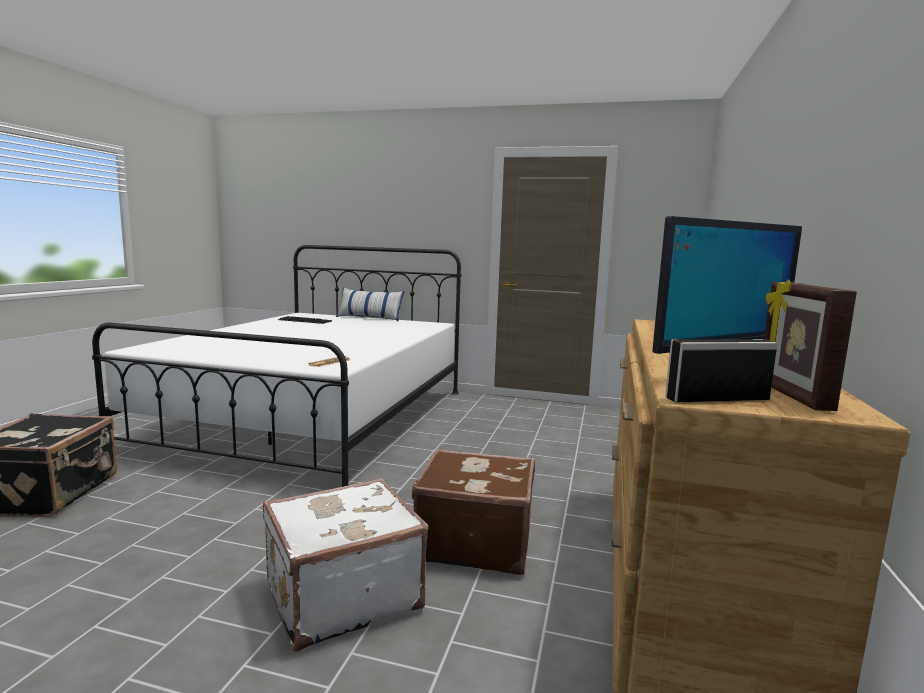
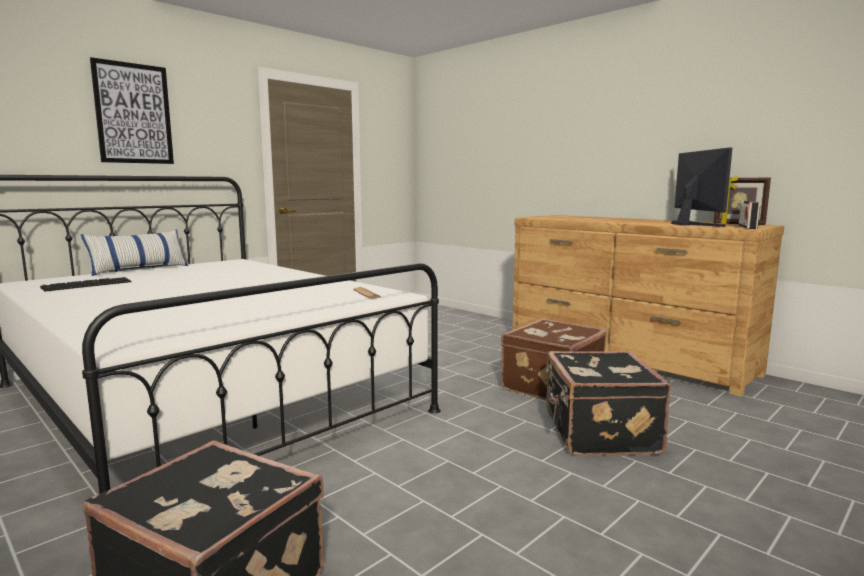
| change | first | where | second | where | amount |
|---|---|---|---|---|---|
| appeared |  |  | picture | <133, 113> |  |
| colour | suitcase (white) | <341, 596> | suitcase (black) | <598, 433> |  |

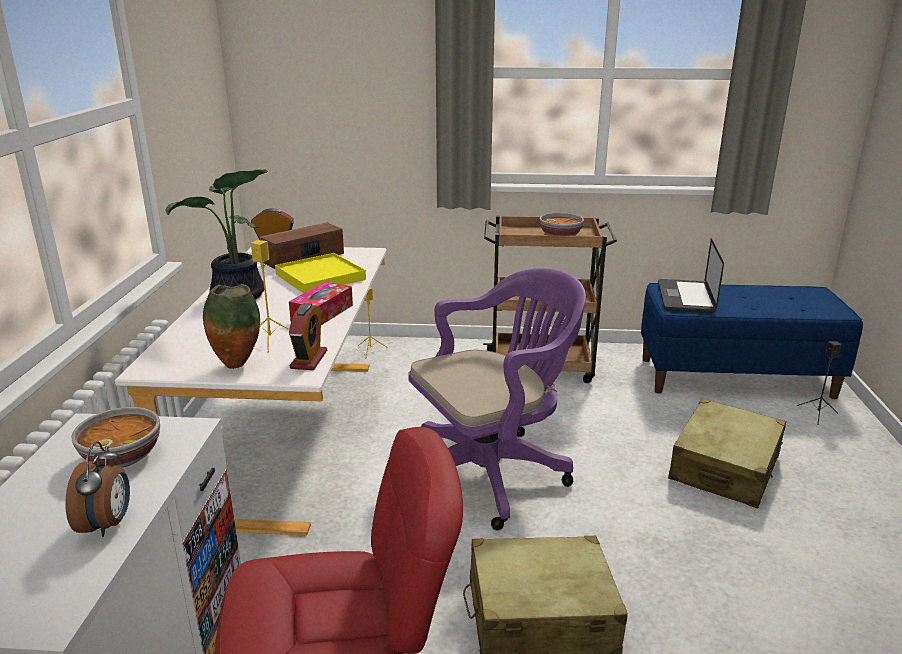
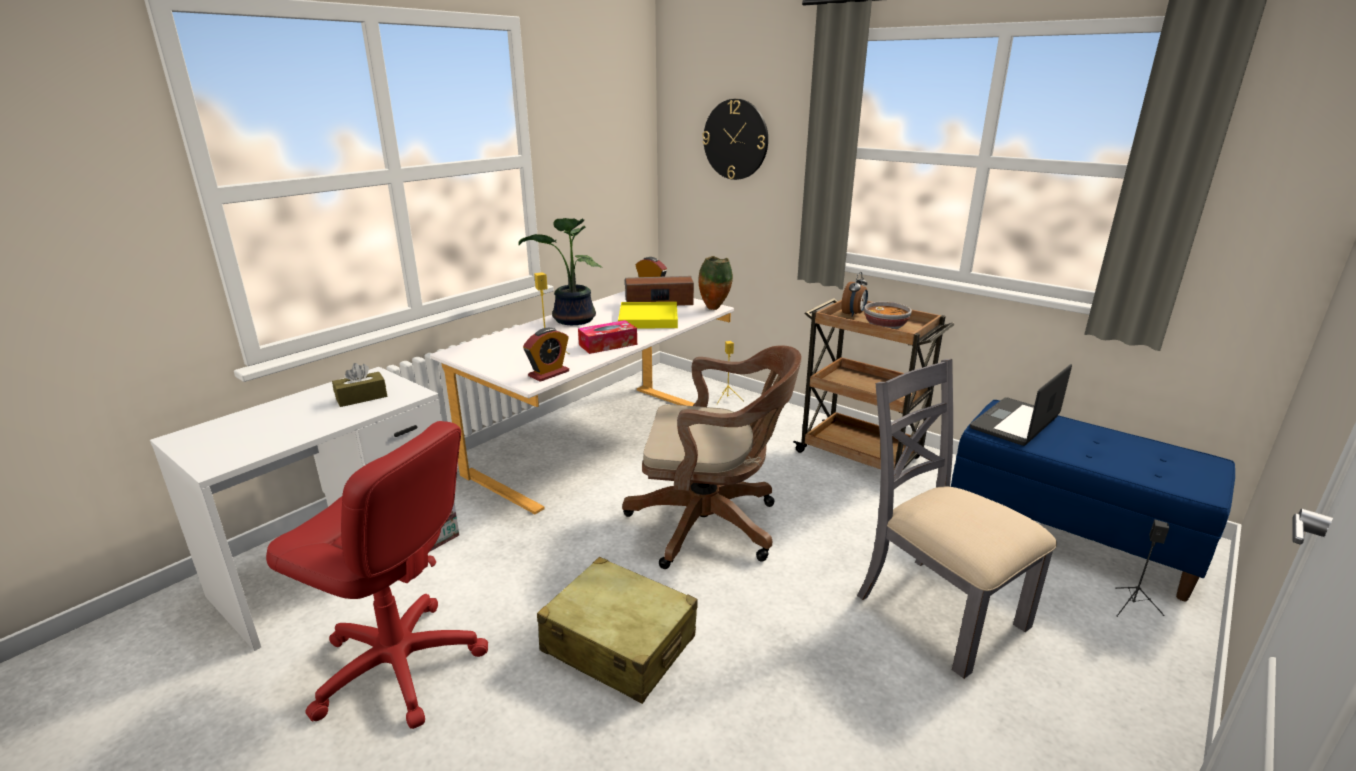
| change | first | where | second | where | amount |
|---|---|---|---|---|---|
| appeared |  |  | wall clock | <735, 139> |  |
| relocated | alarm clock | <108, 524> |  | <853, 314> |  |
| relocated | vase | <237, 365> |  | <714, 308> |  |
| exchanged | bowl | <123, 456> | tissue box (brown) | <361, 397> |  |
| exchanged | suitcase (beige) | <725, 468> | chair (grey) | <938, 610> |  |
| colour | office chair (purple) | <492, 472> | office chair (brown) | <712, 525> |  |

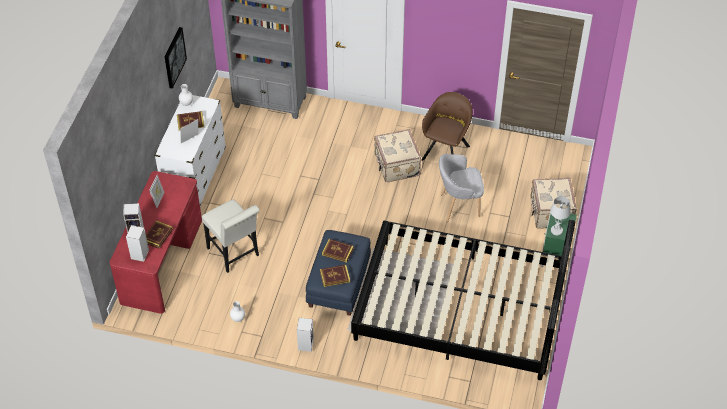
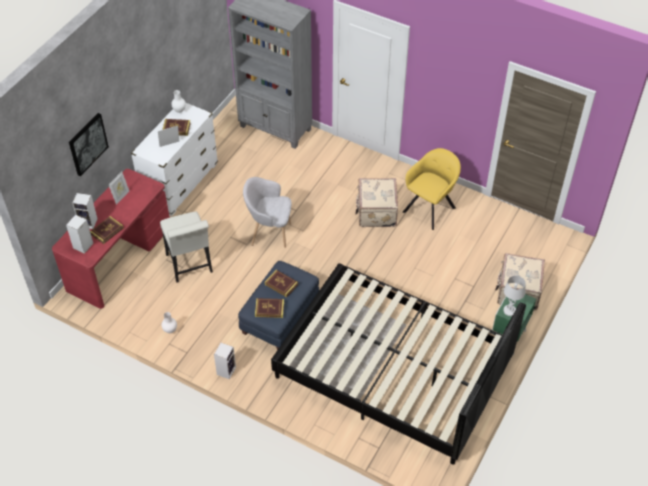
| change | first | where | second | where | amount |
|---|---|---|---|---|---|
| relocated | picture | <174, 57> |  | <87, 144> |  |
| relocated | armchair (grey) | <458, 206> |  | <269, 233> |  |
| colour | armchair (brown) | <446, 151> | armchair (yellow) | <430, 208> |  |

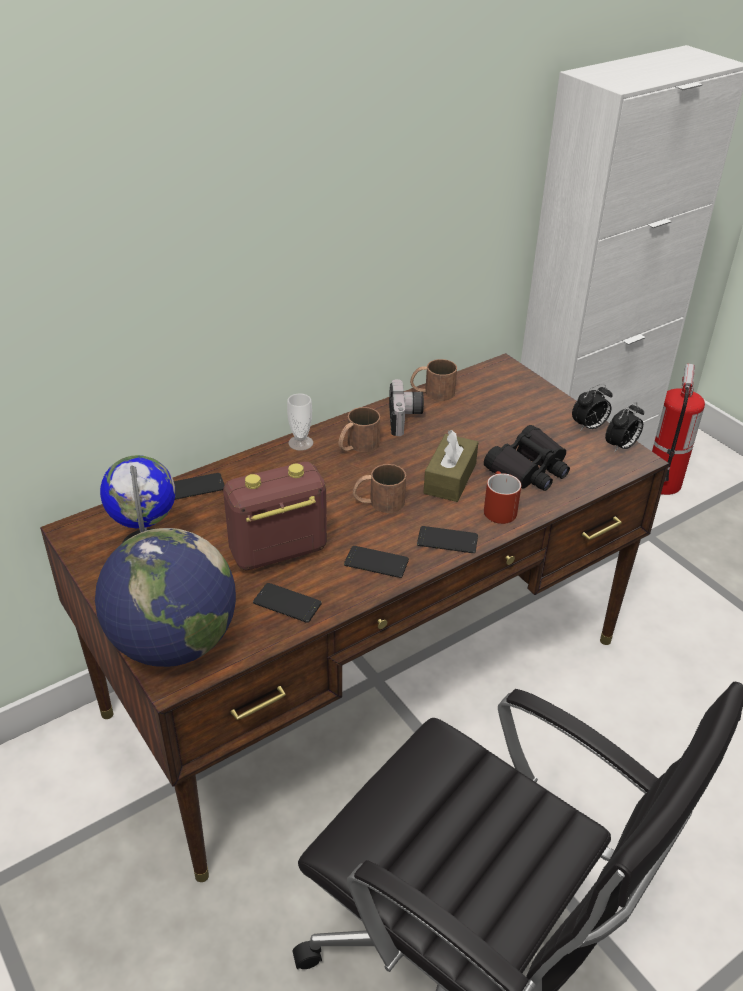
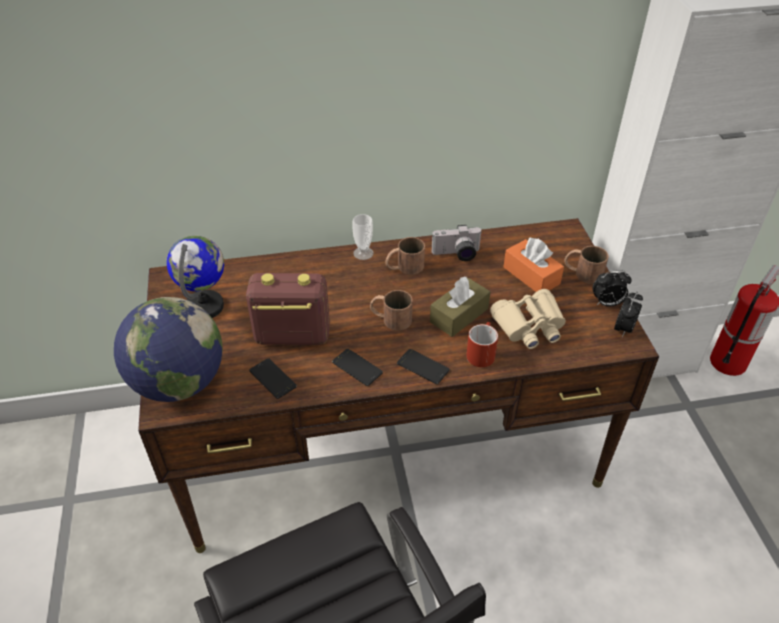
| change | first | where | second | where | amount |
|---|---|---|---|---|---|
| missing | phone | <195, 487> |  |  |  |
| appeared |  |  | tissue box (orange) | <531, 275> |  |
| relocated | mug (brown) | <432, 392> |  | <582, 273> |  |
| colour | binoculars (black) | <528, 469> | binoculars (beige) | <529, 326> |  |
| spun | photo camera | <406, 419> |  | <457, 255> | 60 degrees clockwise |
| spun | alarm clock | <621, 447> |  | <624, 329> | 45 degrees counterclockwise |

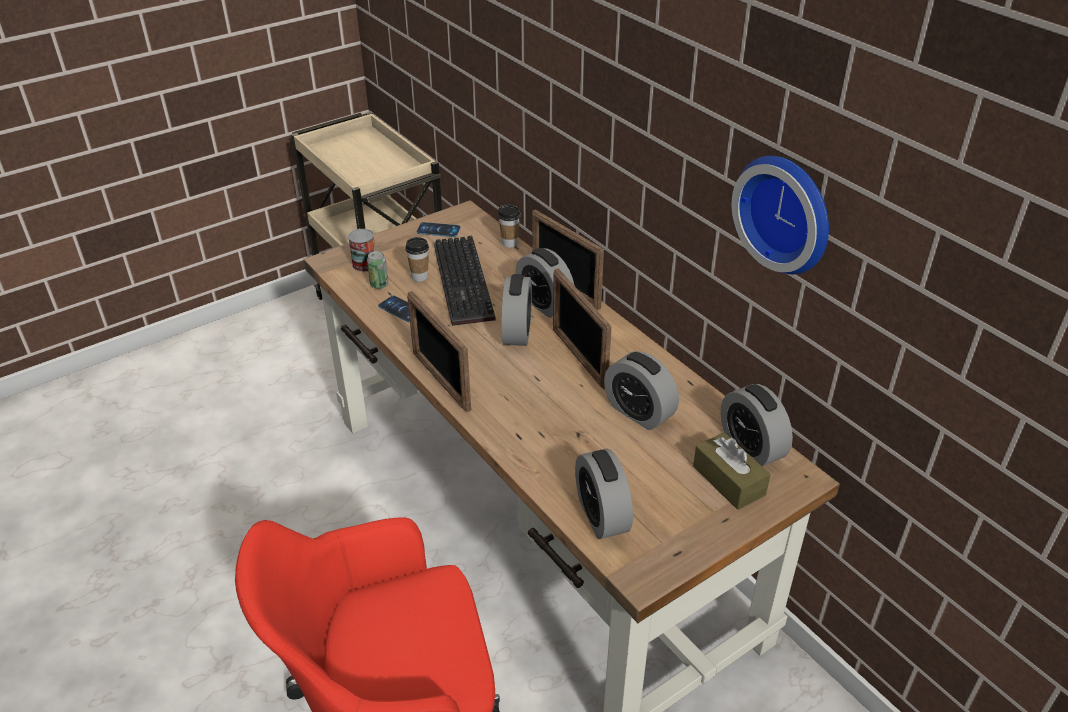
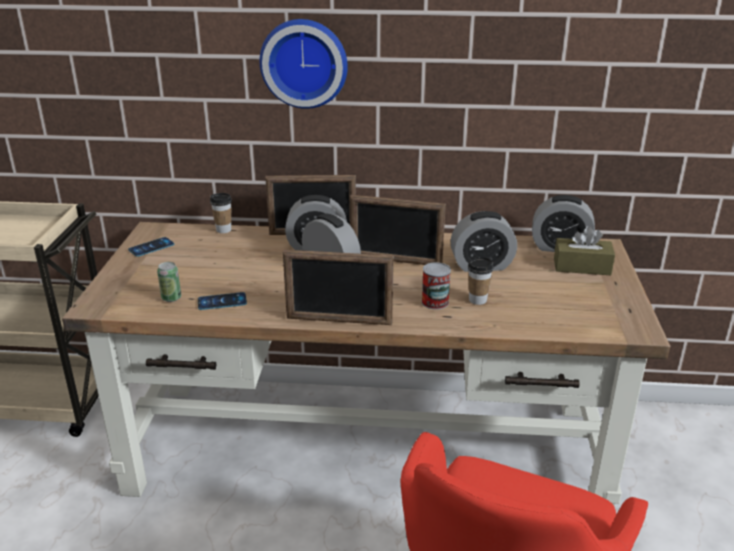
| change | first | where | second | where | amount |
|---|---|---|---|---|---|
| missing | keyboard | <466, 283> |  |  |  |
| missing | alarm clock | <601, 515> |  |  |  |
| relocated | can | <364, 265> |  | <435, 302> |  |
| relocated | cup | <419, 277> |  | <477, 300> |  |
| relocated | wall clock | <787, 212> |  | <304, 62> |  |

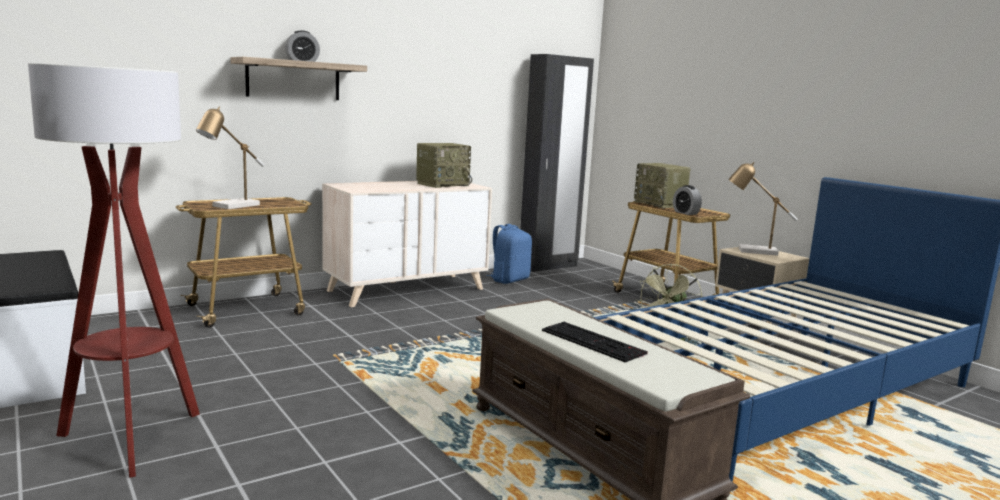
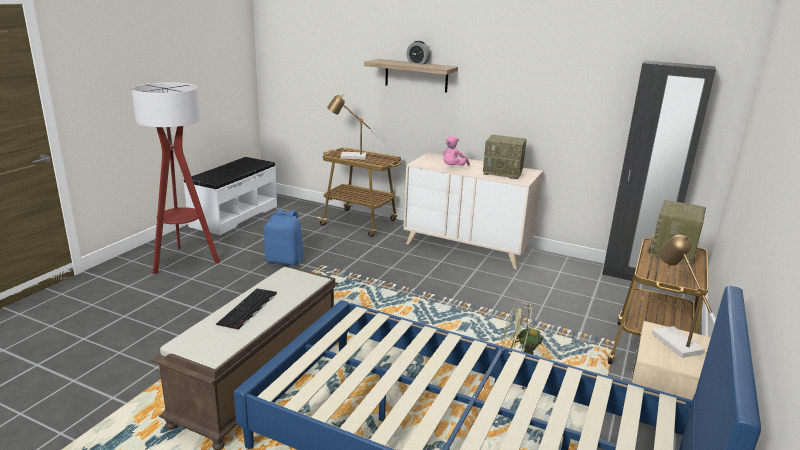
| change | first | where | second | where | amount |
|---|---|---|---|---|---|
| missing | alarm clock | <685, 213> |  |  |  |
| appeared |  |  | plush toy (pink) | <453, 168> |  |
| relocated | backpack (blue) | <509, 280> |  | <285, 260> |  |

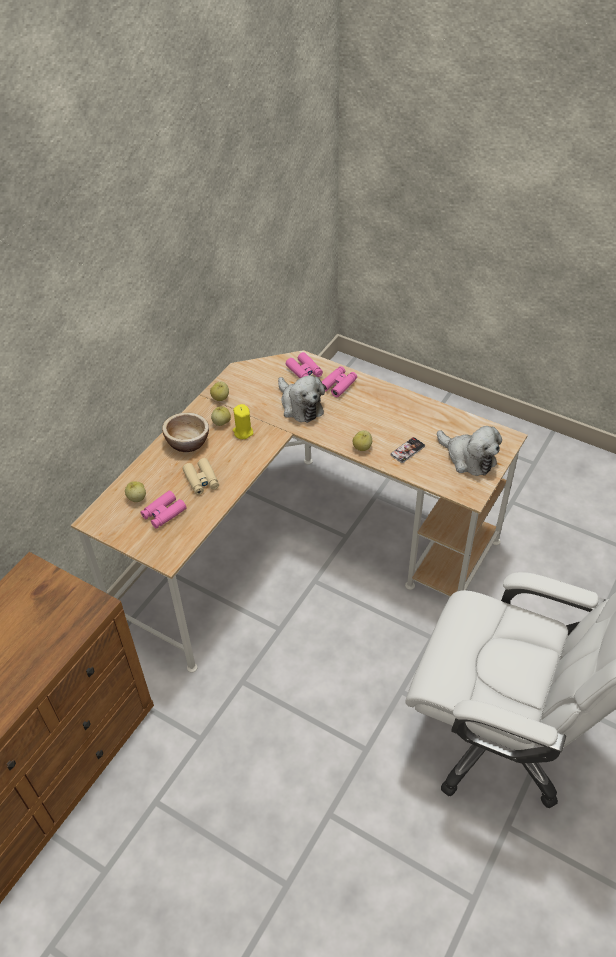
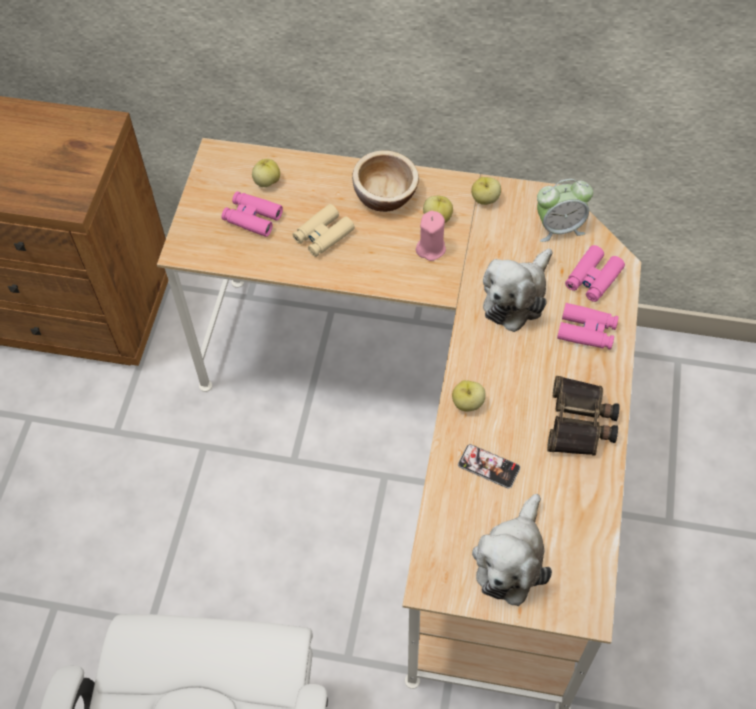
| change | first | where | second | where | amount |
|---|---|---|---|---|---|
| appeared |  |  | alarm clock | <559, 227> |  |
| appeared |  |  | binoculars | <581, 423> |  |
| colour | candle (yellow) | <243, 432> | candle (pink) | <431, 248> |  |

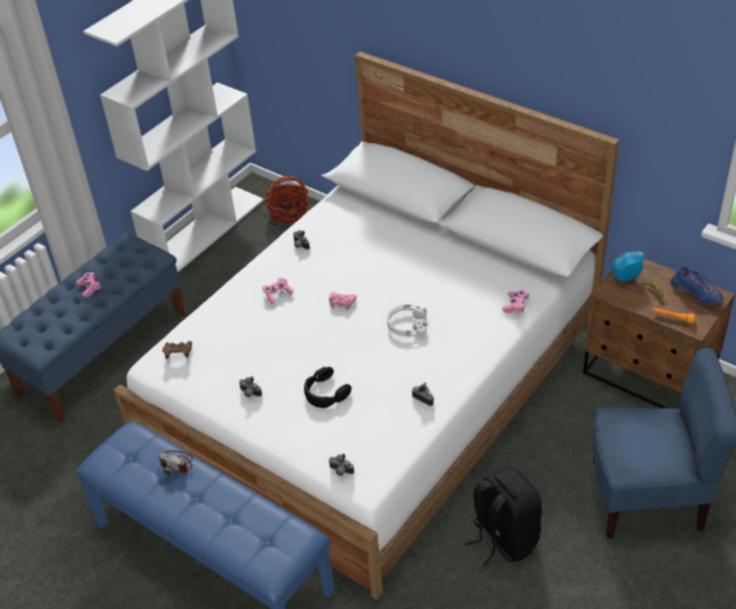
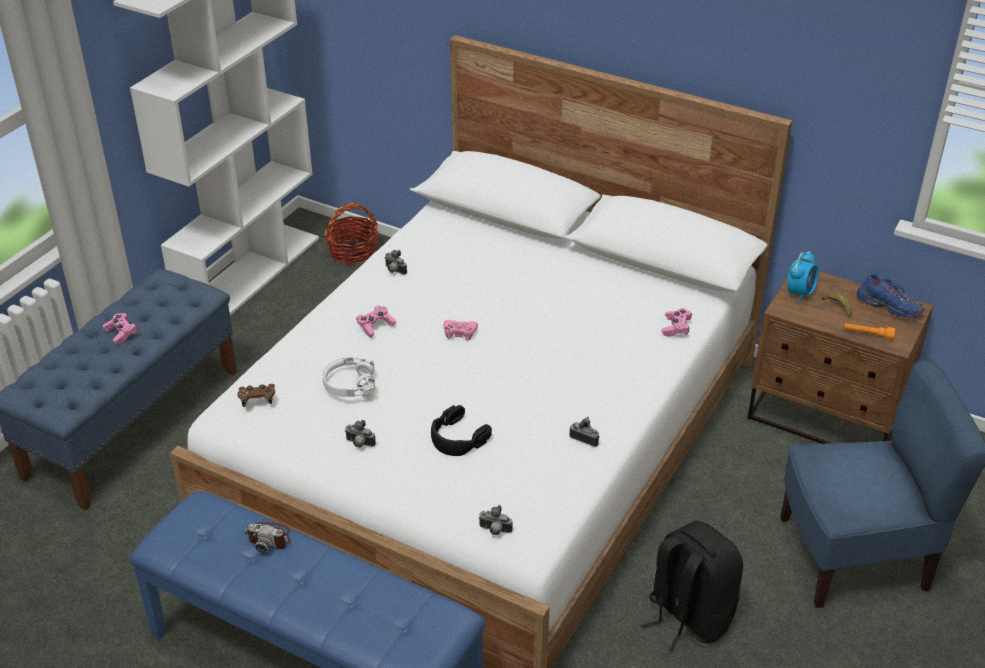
| change | first | where | second | where | amount |
|---|---|---|---|---|---|
| relocated | headphones (white) | <407, 325> |  | <349, 383> |  |
| spun | alarm clock | <624, 278> |  | <800, 293> | 150 degrees clockwise |

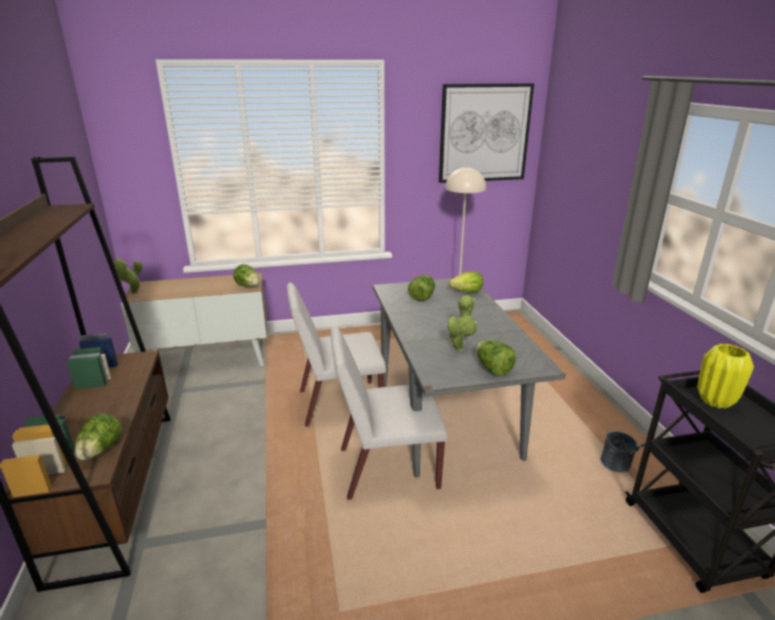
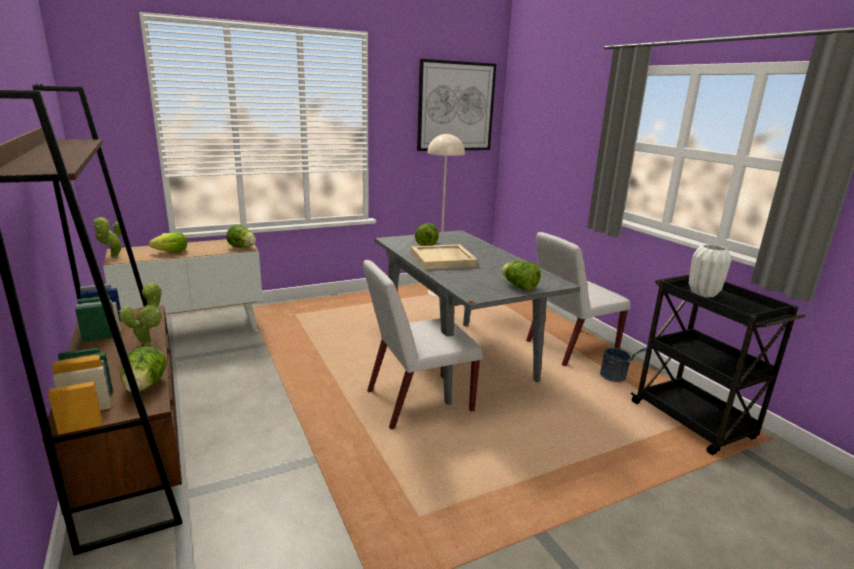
| change | first | where | second | where | amount |
|---|---|---|---|---|---|
| appeared |  |  | tray (beige) | <443, 260> |  |
| relocated | chair (white) | <338, 403> |  | <570, 347> |  |
| relocated | potted plant | <460, 348> |  | <149, 342> |  |
| relocated | lettuce | <467, 291> |  | <172, 252> |  |
| colour | vase (yellow) | <714, 401> | vase (white) | <702, 294> |  |

